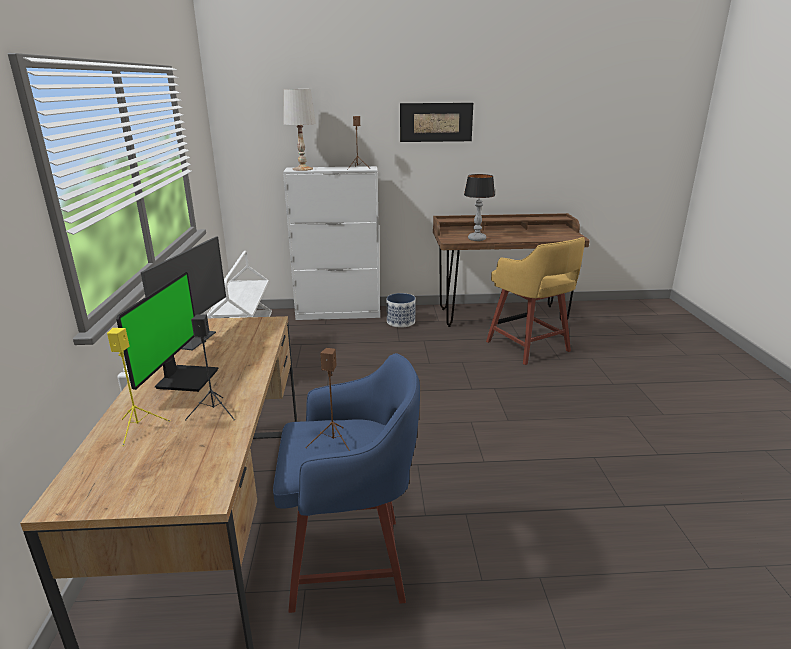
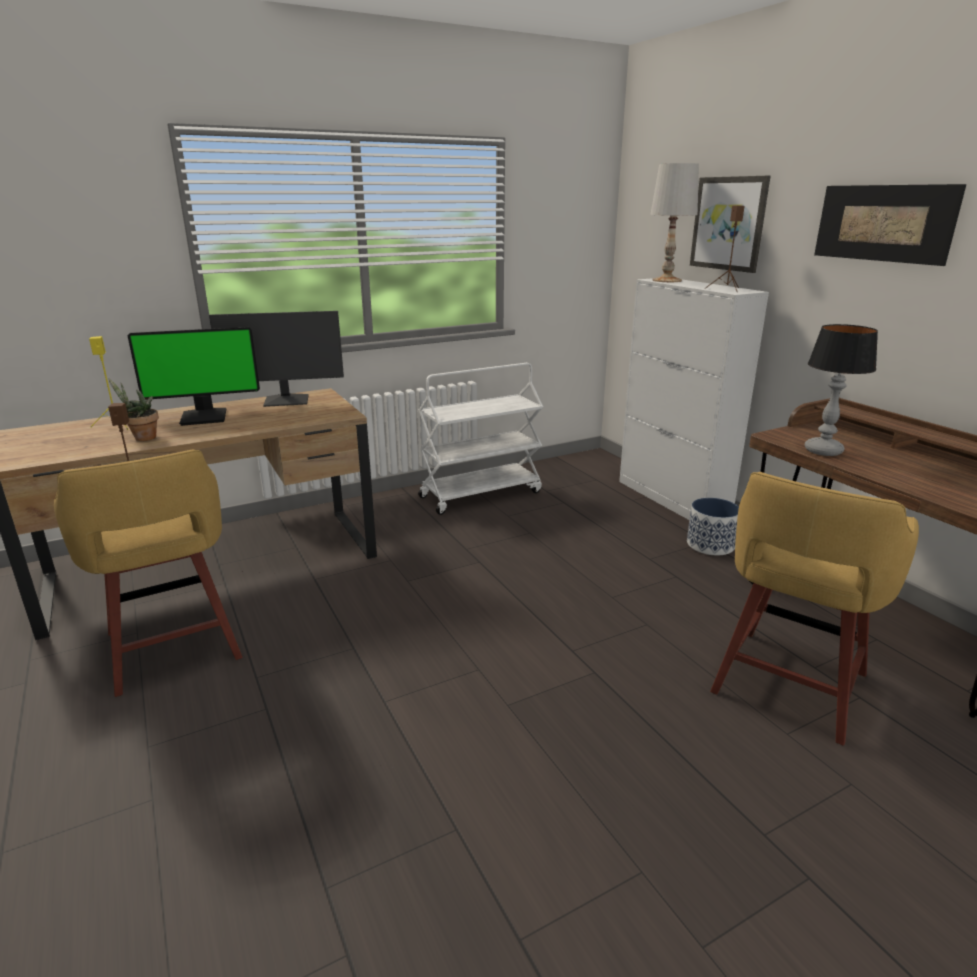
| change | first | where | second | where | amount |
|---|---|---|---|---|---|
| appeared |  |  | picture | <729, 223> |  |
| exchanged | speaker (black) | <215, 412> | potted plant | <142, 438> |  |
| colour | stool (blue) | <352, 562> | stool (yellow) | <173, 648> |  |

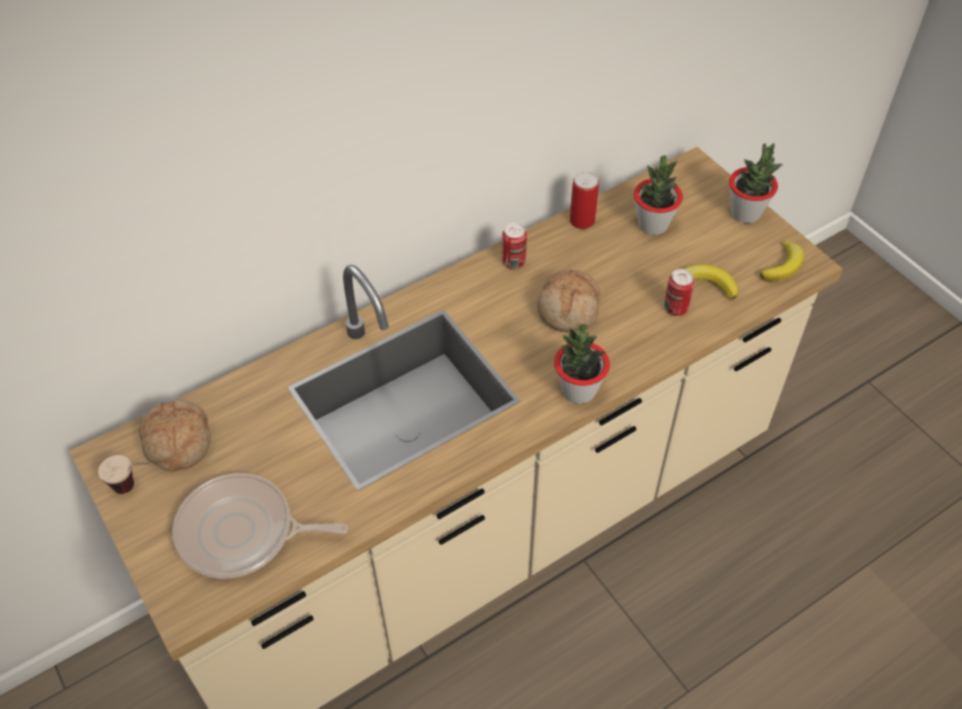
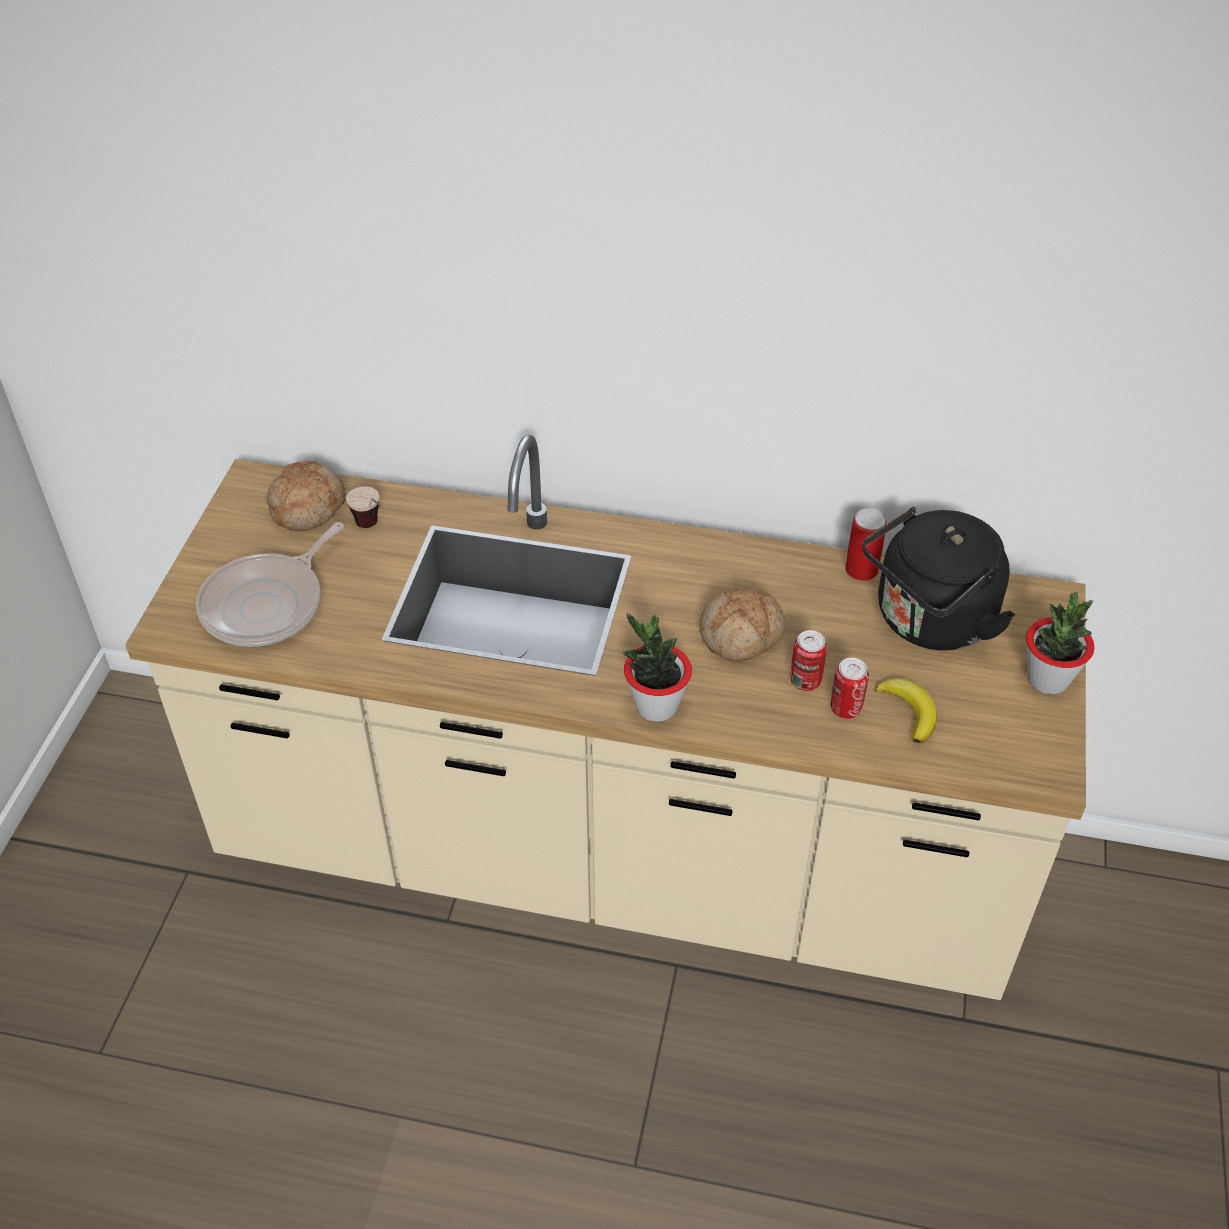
| change | first | where | second | where | amount |
|---|---|---|---|---|---|
| missing | banana | <783, 265> |  |  |  |
| relocated | cup | <135, 487> |  | <373, 529> |  |
| relocated | can | <513, 262> |  | <805, 681> |  |
| exchanged | potted plant | <653, 225> | kettle (black) | <929, 622> |  |
| spun | frying pan | <242, 532> |  | <268, 604> | 105 degrees counterclockwise |

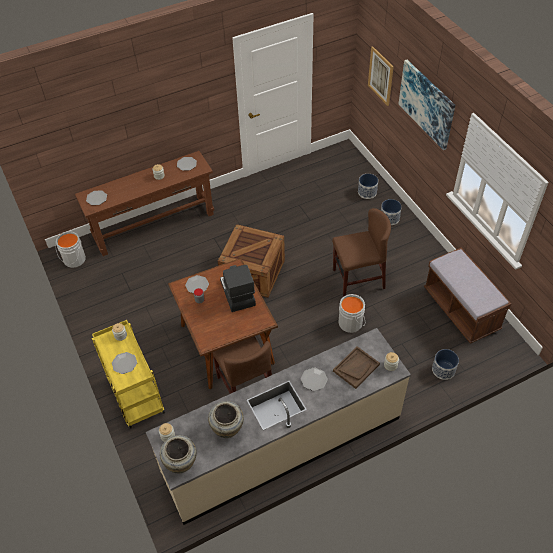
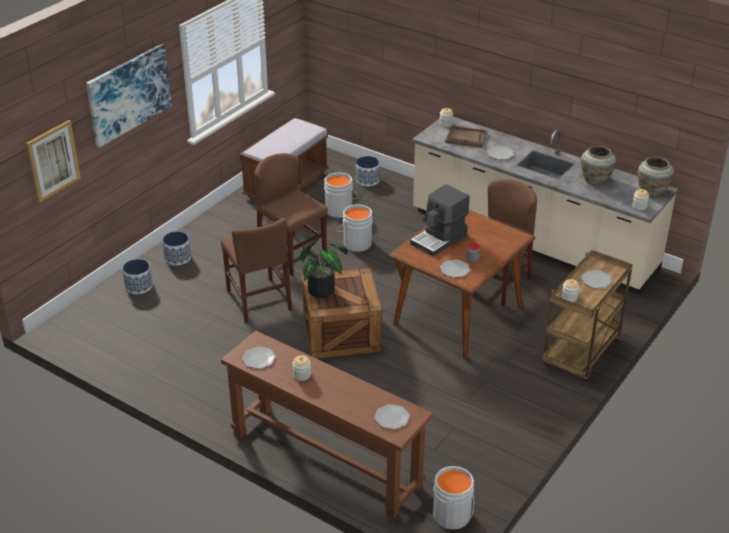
| change | first | where | second | where | amount |
|---|---|---|---|---|---|
| appeared |  |  | chair (brown) | <258, 300> |  |
| appeared |  |  | potted plant | <324, 290> |  |
| appeared |  |  | bucket (grey) | <339, 209> |  |
| colour | cart (yellow) | <134, 395> | cart (brown) | <581, 355> |  |

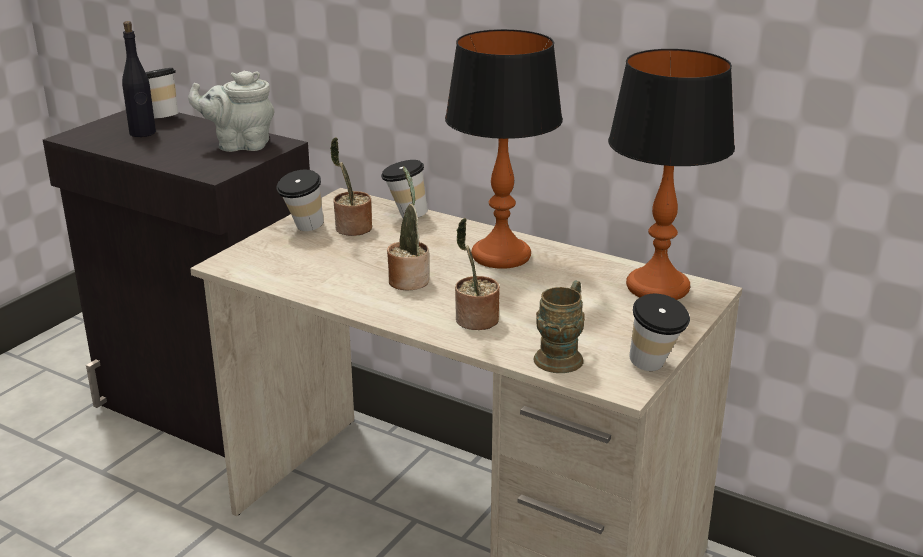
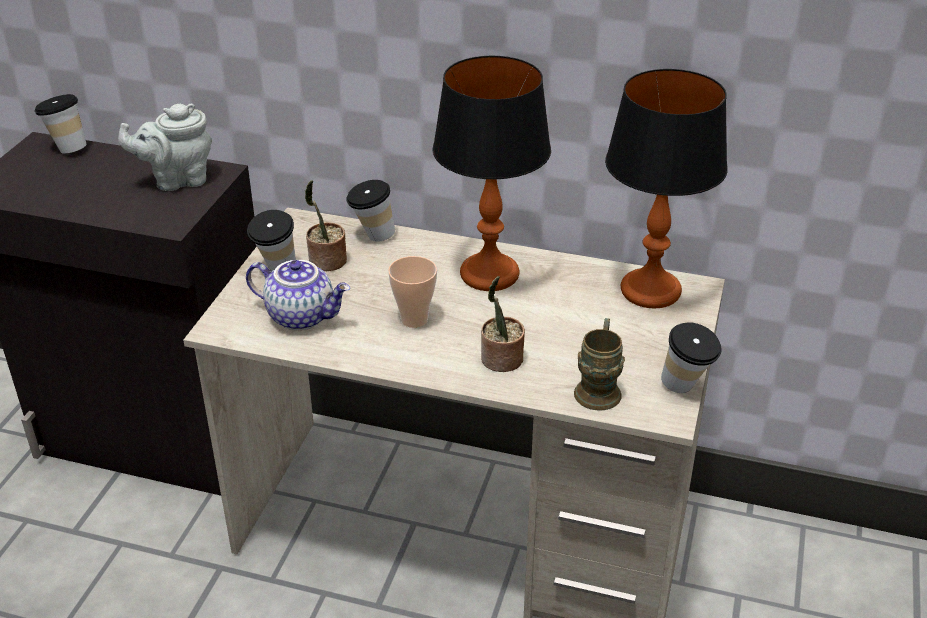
| change | first | where | second | where | amount |
|---|---|---|---|---|---|
| missing | bottle (black) | <142, 133> |  |  |  |
| appeared |  |  | teapot | <302, 316> |  |
| exchanged | potted plant | <408, 279> | cup | <414, 319> |  |

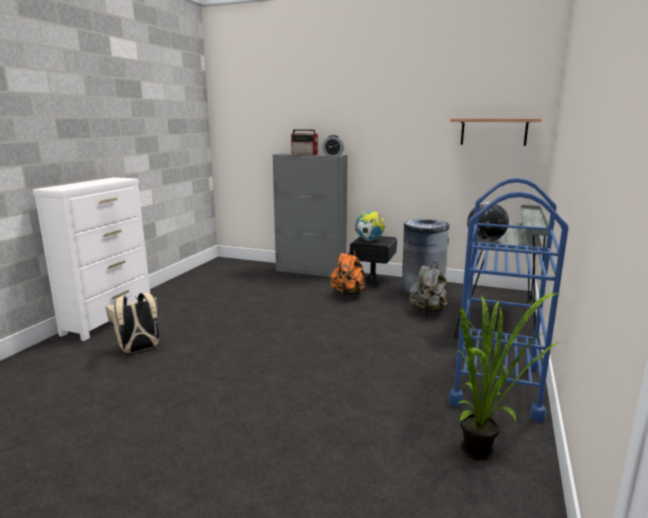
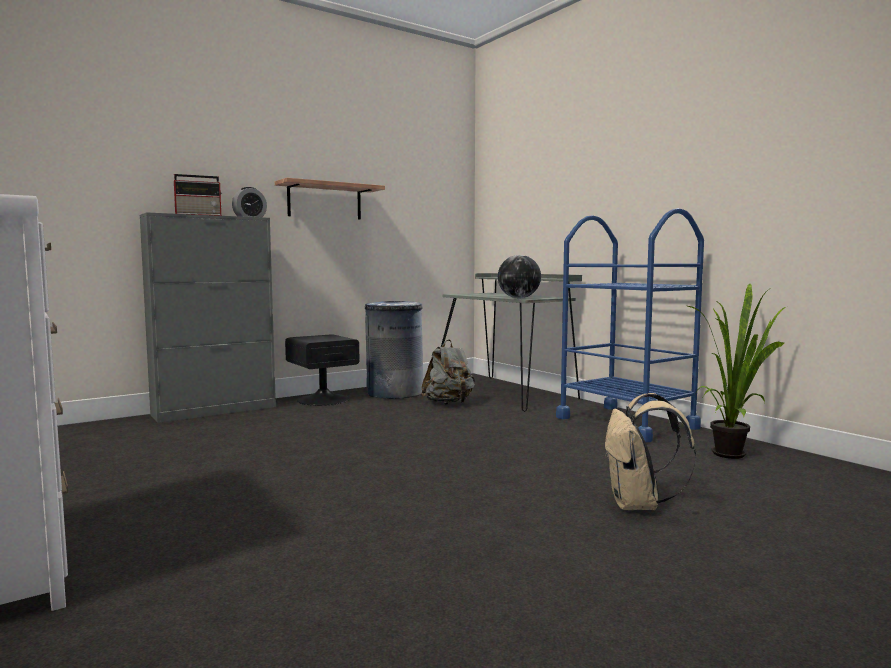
| change | first | where | second | where | amount |
|---|---|---|---|---|---|
| missing | backpack (orange) | <348, 295> |  |  |  |
| missing | globe | <369, 240> |  |  |  |
| relocated | backpack (beige) | <139, 350> |  | <638, 505> |  |
| relocated | shelf | <493, 131> |  | <324, 201> |  |

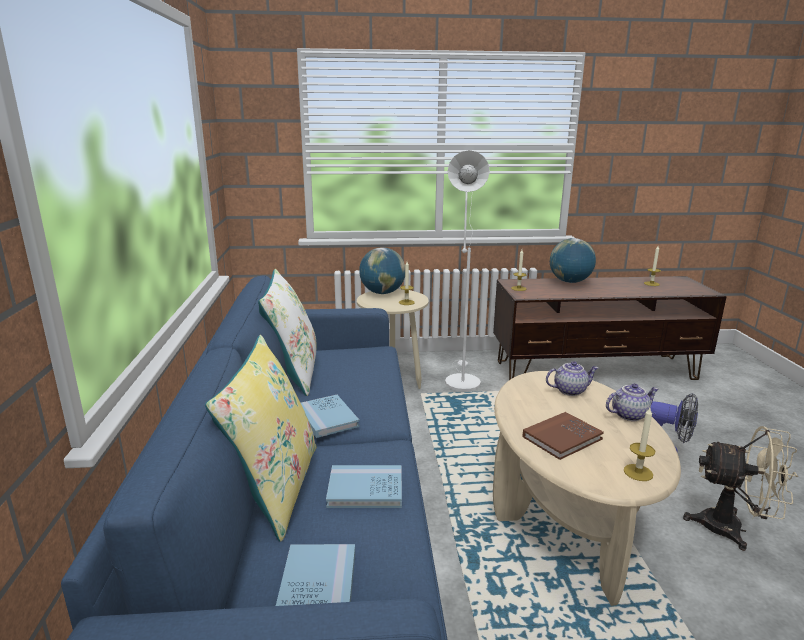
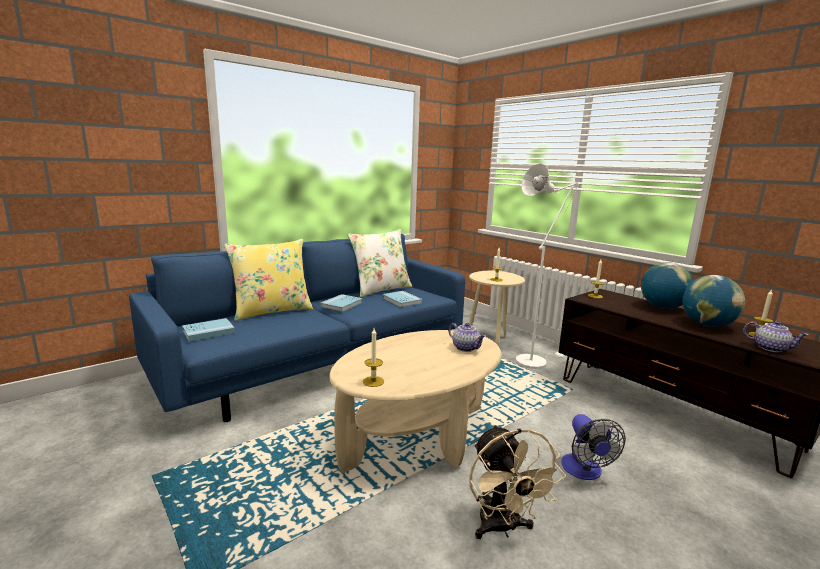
| change | first | where | second | where | amount |
|---|---|---|---|---|---|
| missing | book (brown) | <562, 438> |  |  |  |
| relocated | book (blue) | <365, 489> |  | <401, 300> |  |
| relocated | globe | <382, 293> |  | <707, 325> |  |
| relocated | teapot | <629, 415> |  | <770, 348> |  |

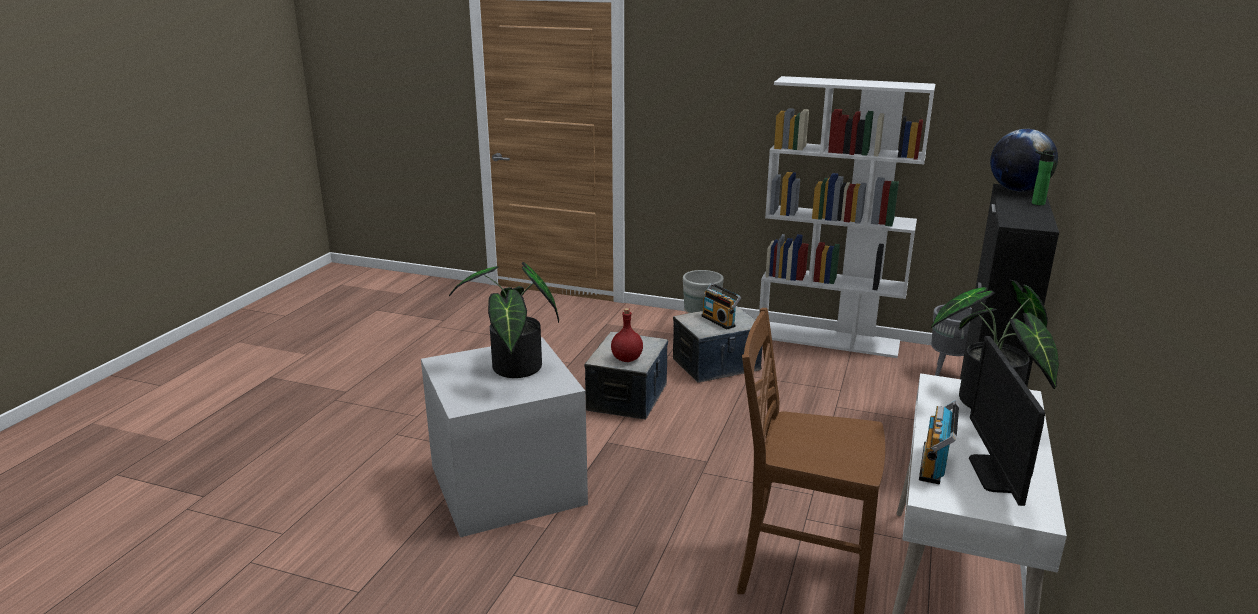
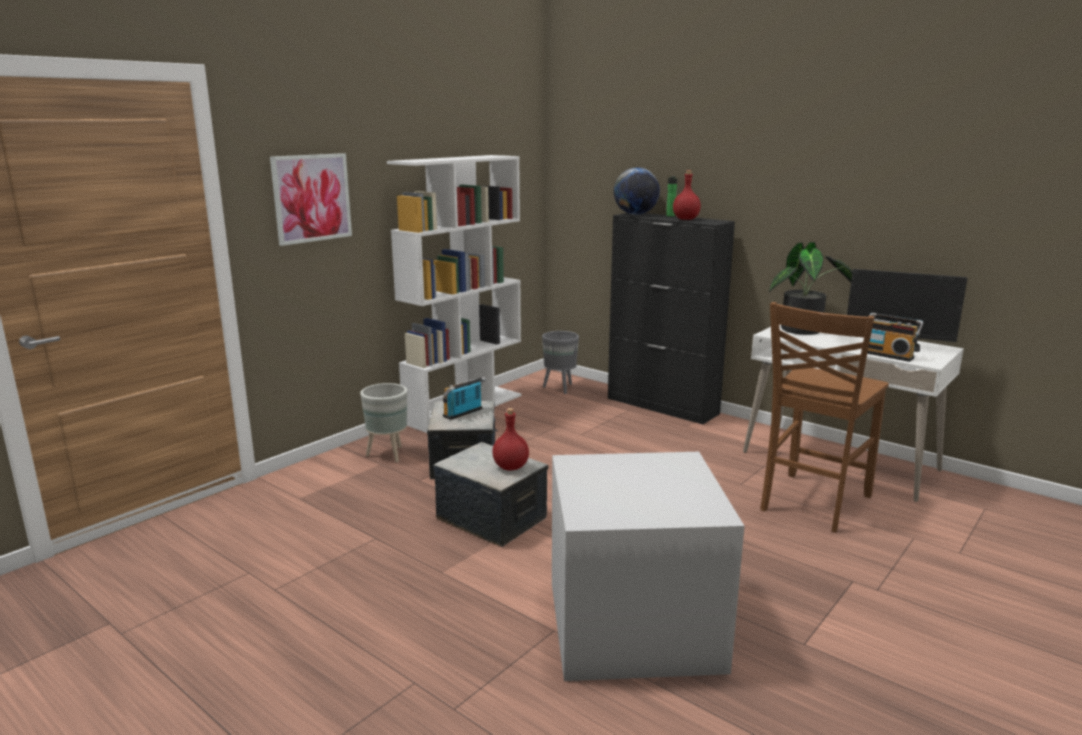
| change | first | where | second | where | amount |
|---|---|---|---|---|---|
| missing | potted plant | <513, 370> |  |  |  |
| appeared |  |  | picture | <311, 198> |  |
| appeared |  |  | bottle (red) | <686, 219> |  |
| spun | radio | <719, 321> |  | <464, 413> | 150 degrees clockwise |

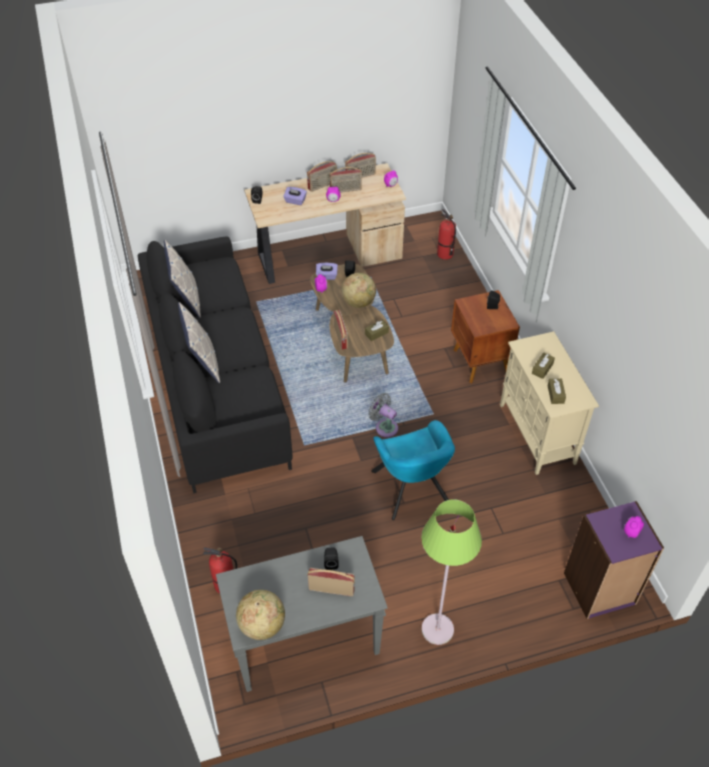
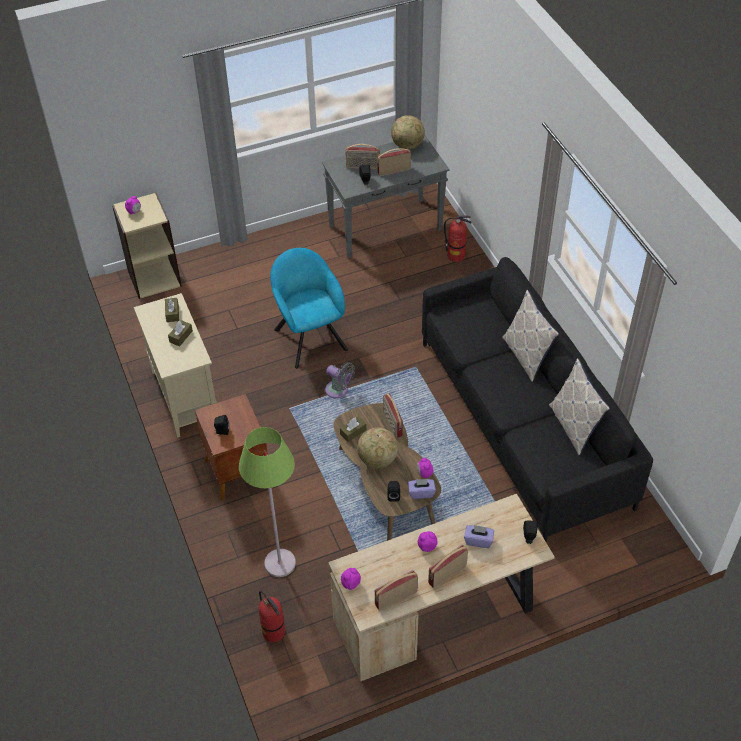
| change | first | where | second | where | amount |
|---|---|---|---|---|---|
| relocated | radio | <346, 190> |  | <393, 171> |  |
| relocated | floor lamp (green) | <437, 629> |  | <279, 563> |  |
| colour | bookcase (purple) | <599, 589> | bookcase (beige) | <154, 278> |  |

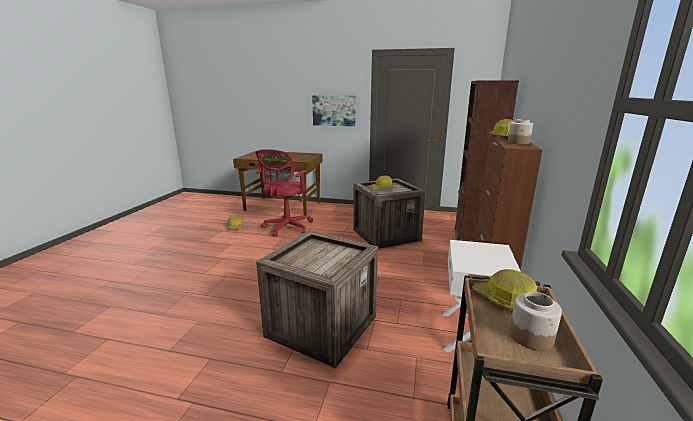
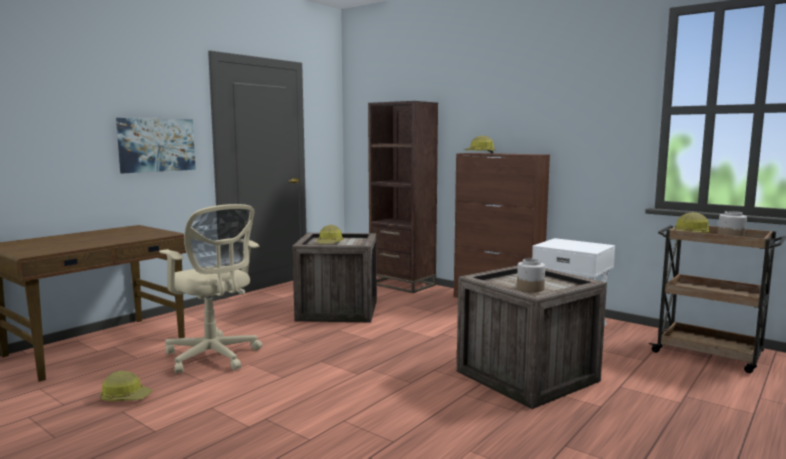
| change | first | where | second | where | amount |
|---|---|---|---|---|---|
| relocated | jar | <518, 143> |  | <530, 288> |  |
| colour | office chair (red) | <286, 228> | office chair (beige) | <214, 357> |  |

